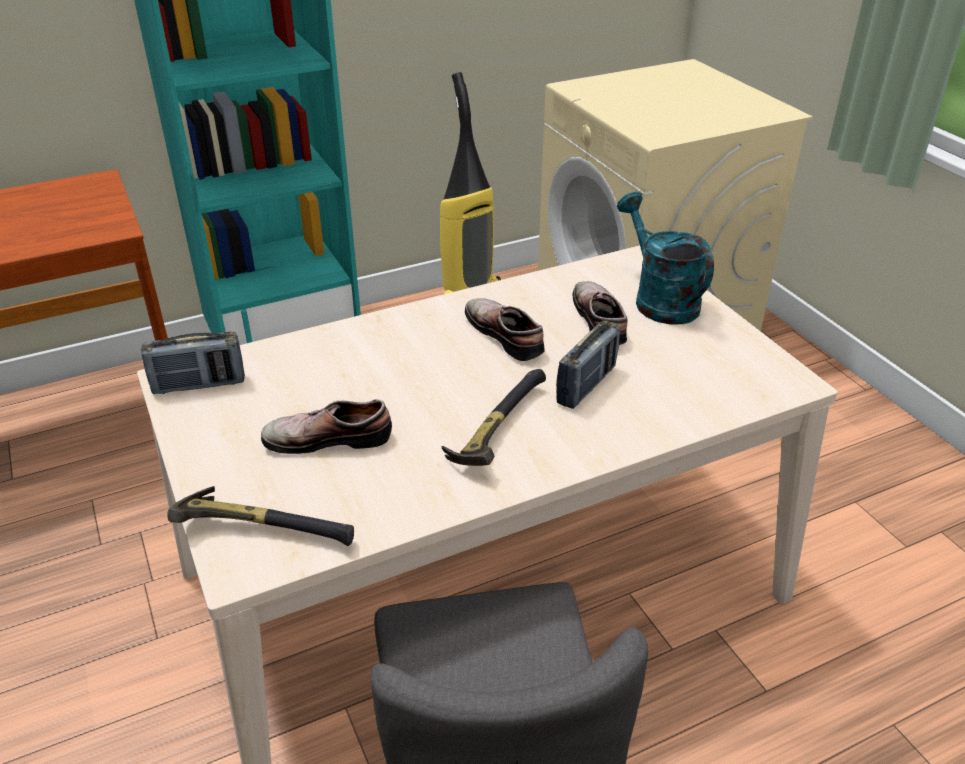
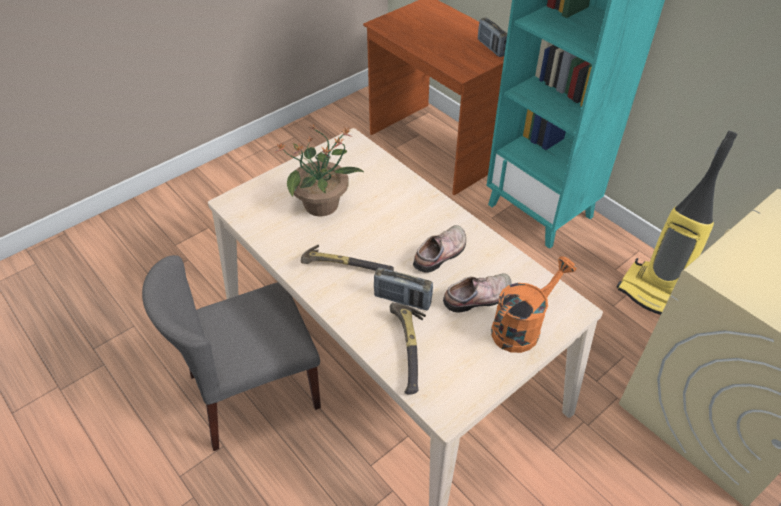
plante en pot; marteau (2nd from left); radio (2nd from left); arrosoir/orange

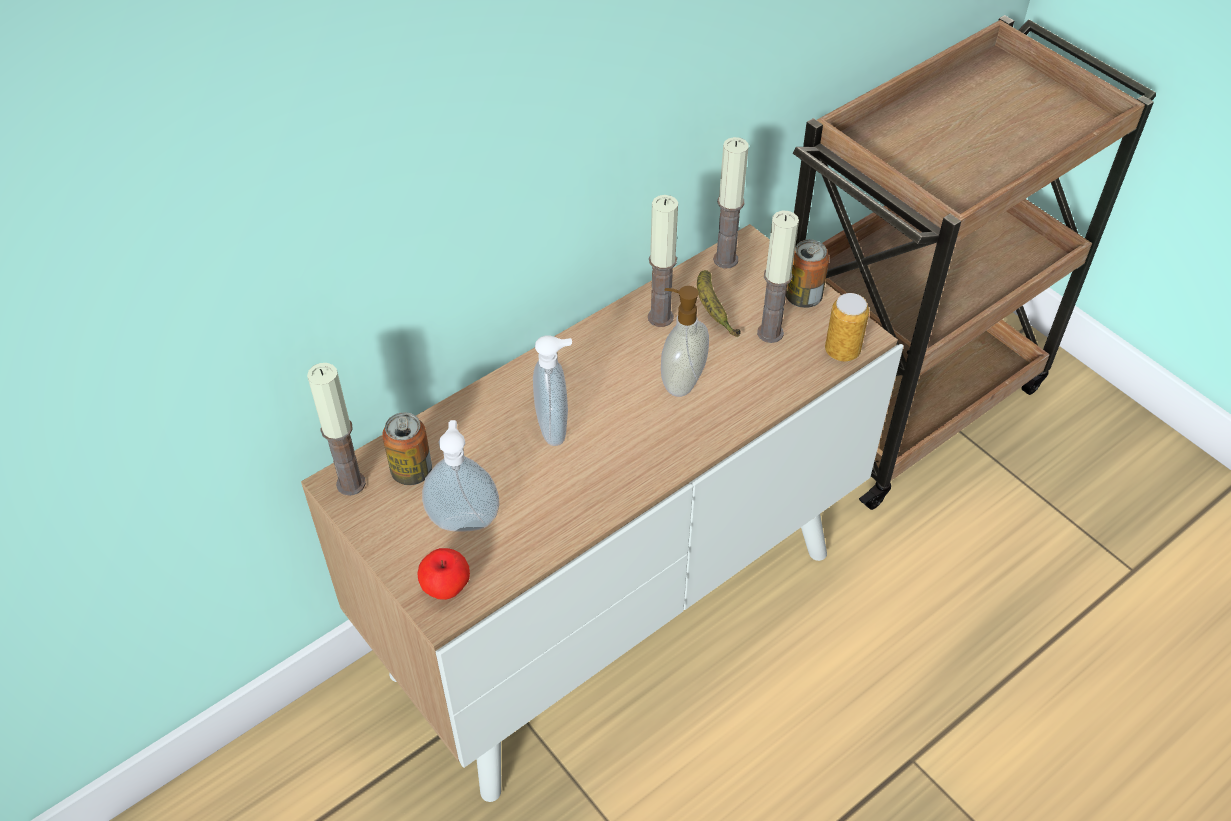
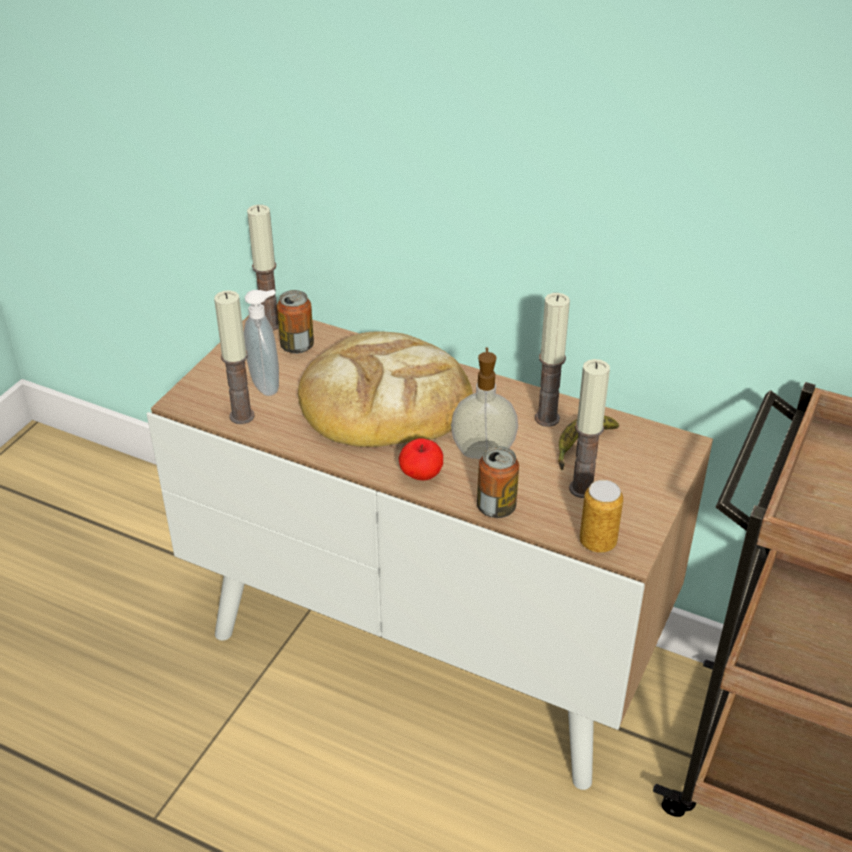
bougie (1st from left); pain; pomme; boîte métallique (2nd from left)

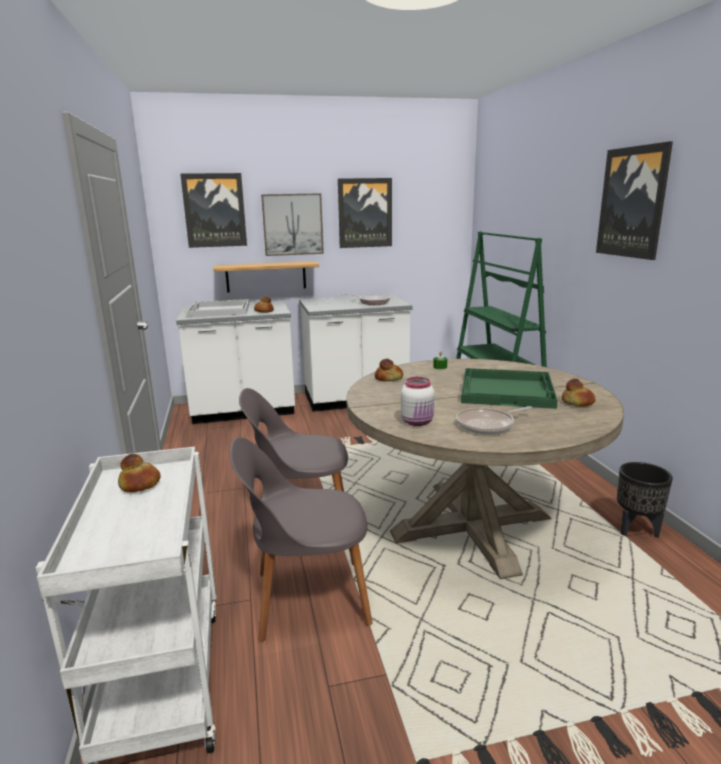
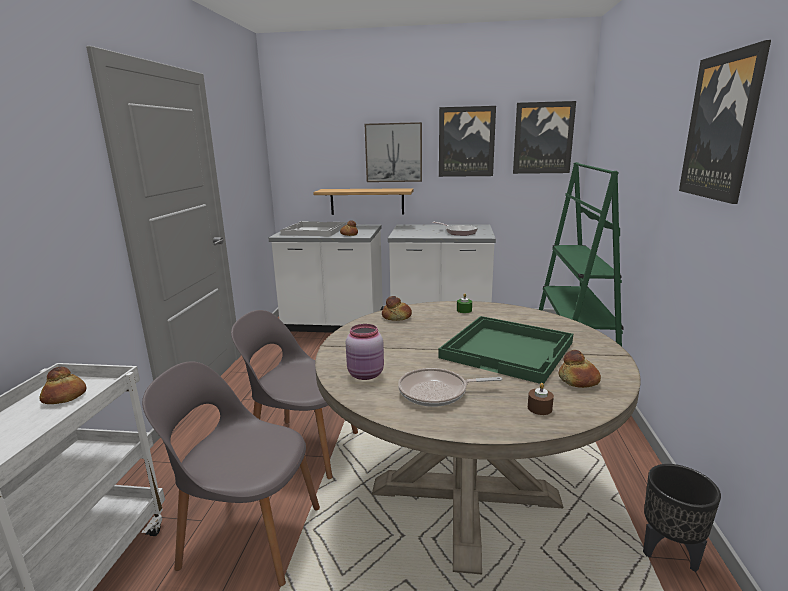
bocal/rose; tableau (3rd from left); bougie/marron

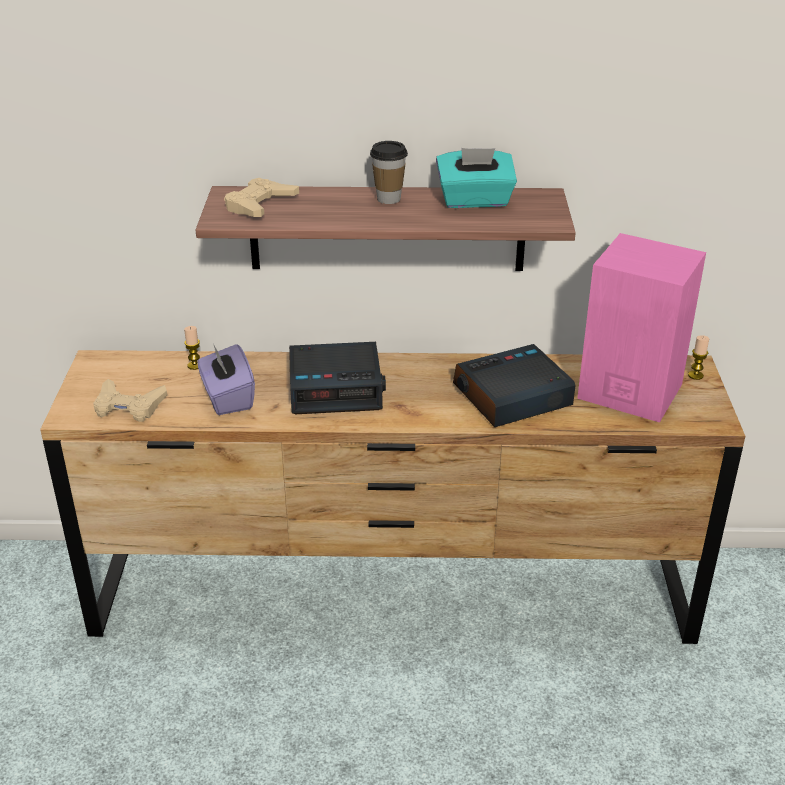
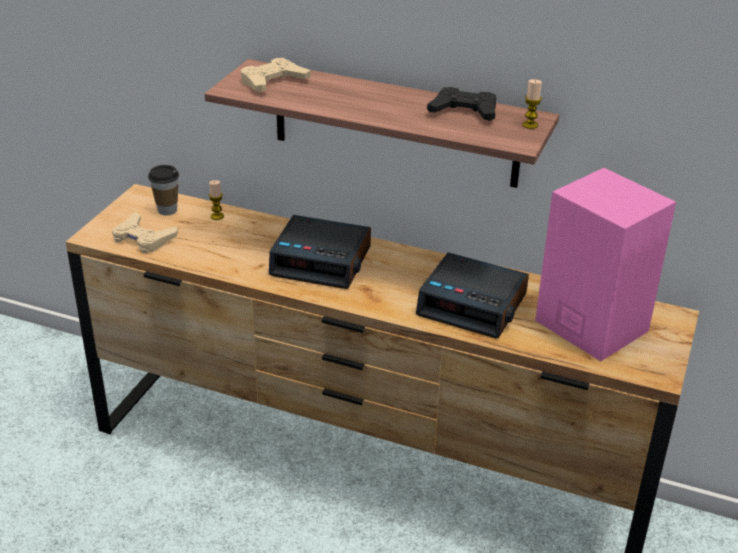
tasse; réveil (2nd from left); manette/noir; bougie (2nd from left); boîte à mouchoirs/violet

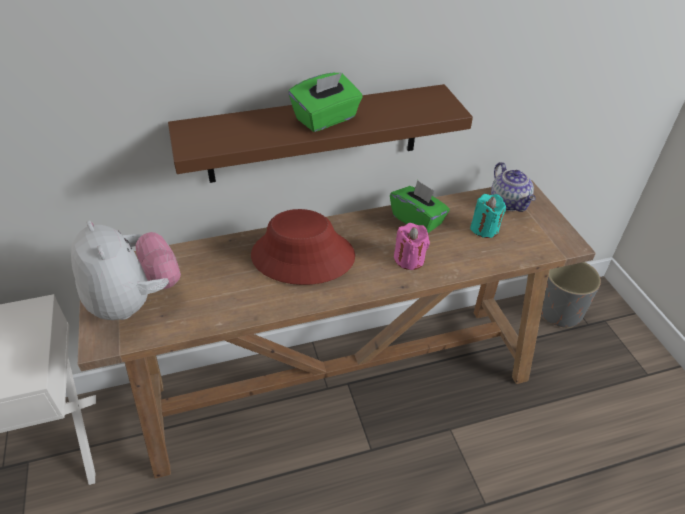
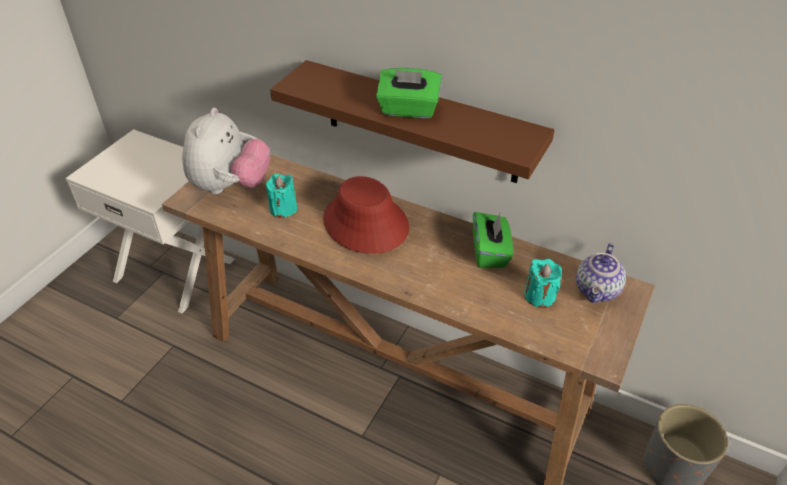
bougie/turquoise (1st from left); bougie/rose

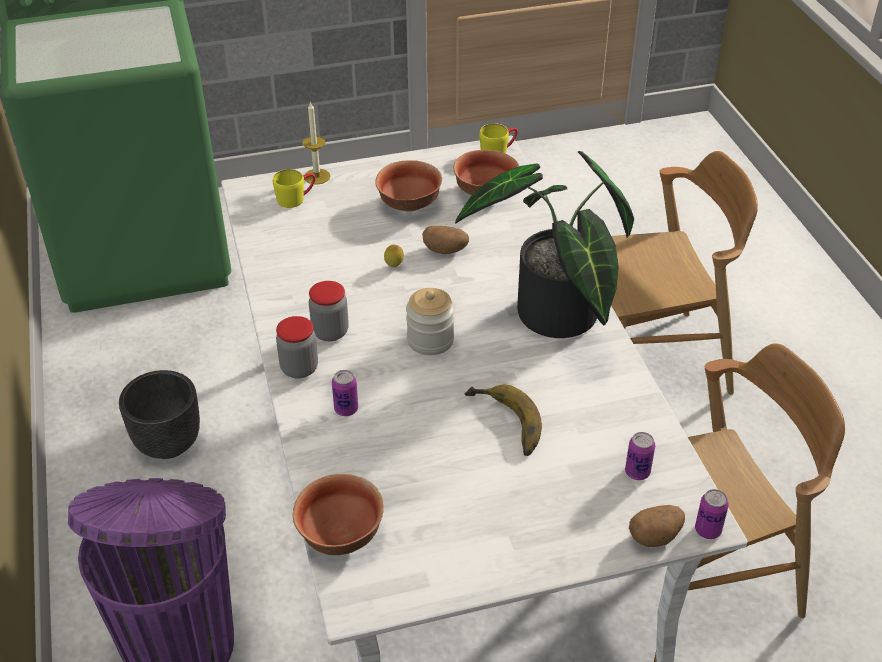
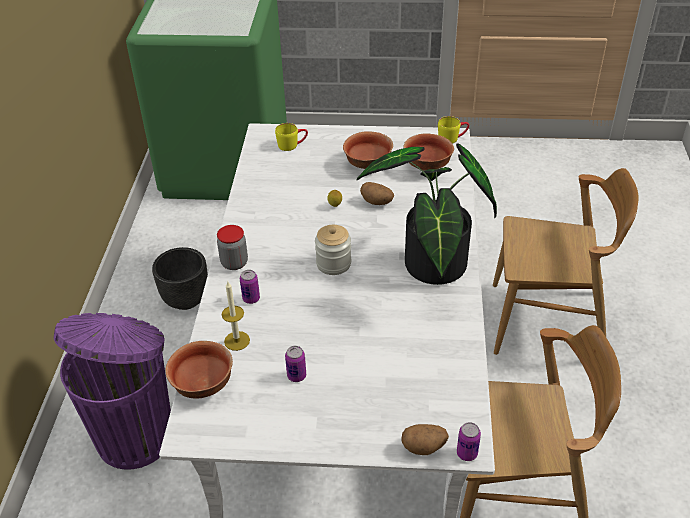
bougie; boîte métallique (2nd from left); bocal (2nd from left in the first image); banane

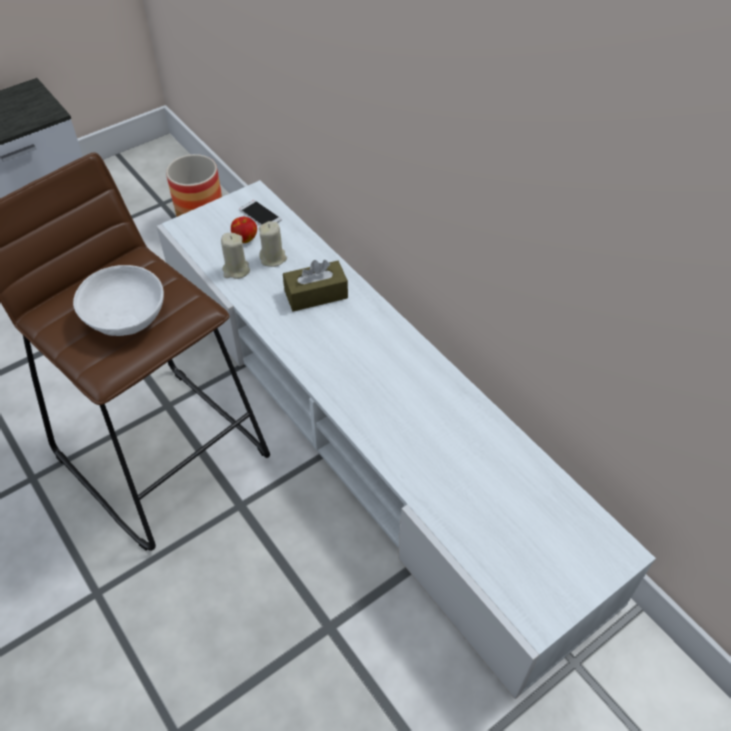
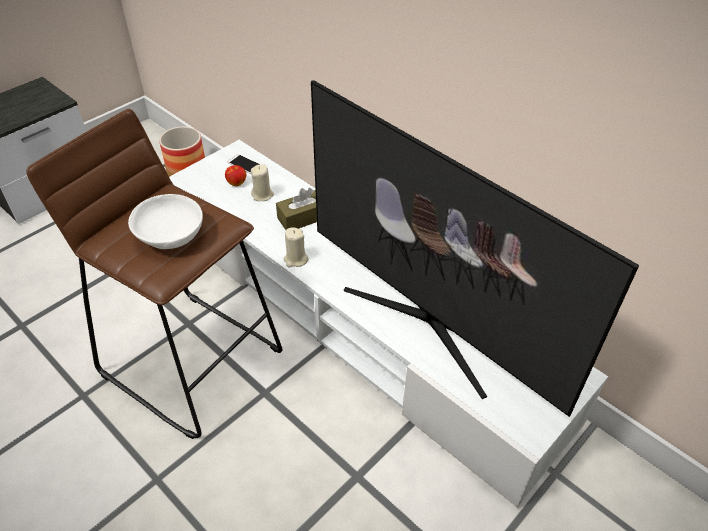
bougie/beige (2nd from left); téléviseur

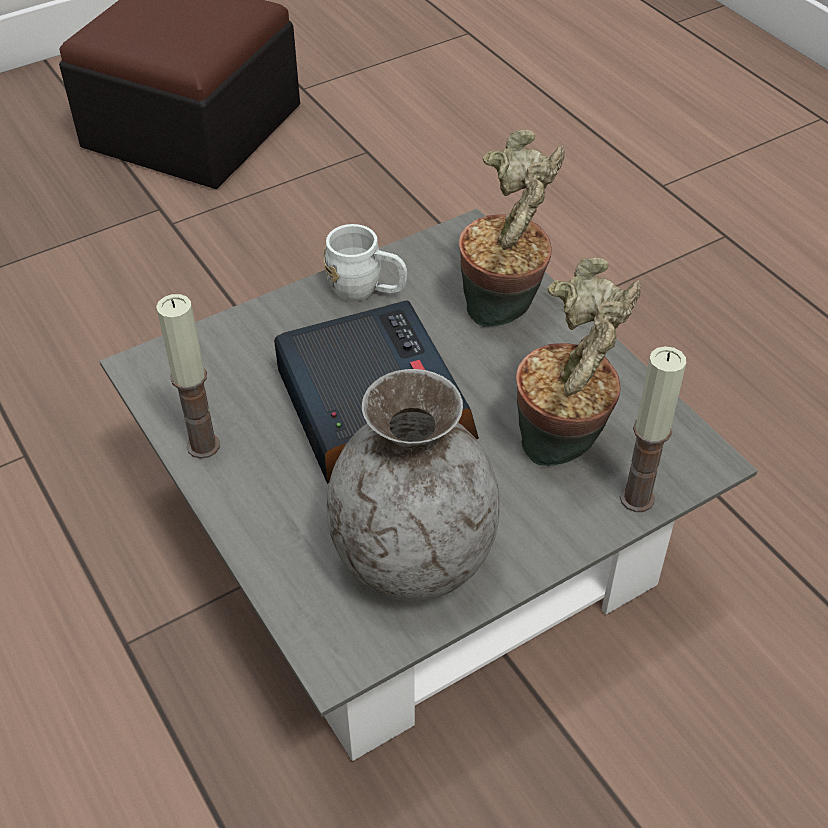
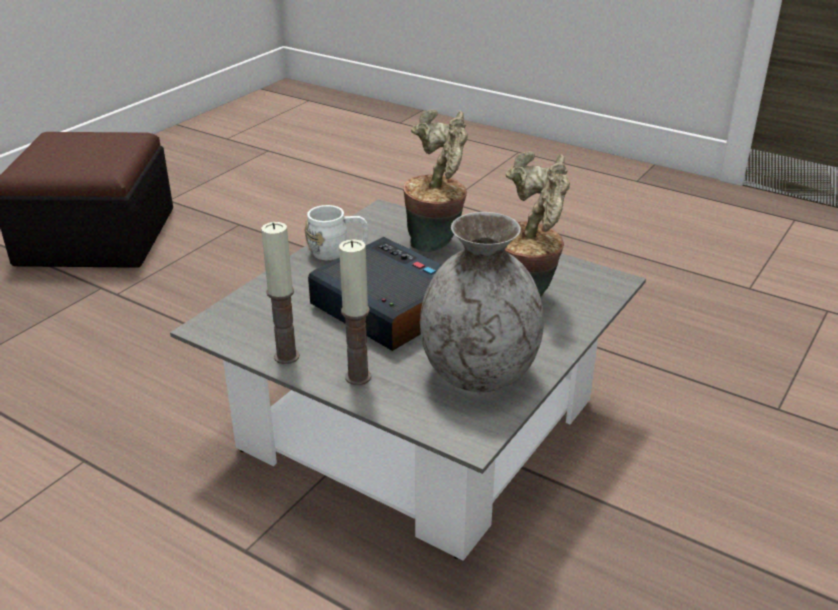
bougie (2nd from left)

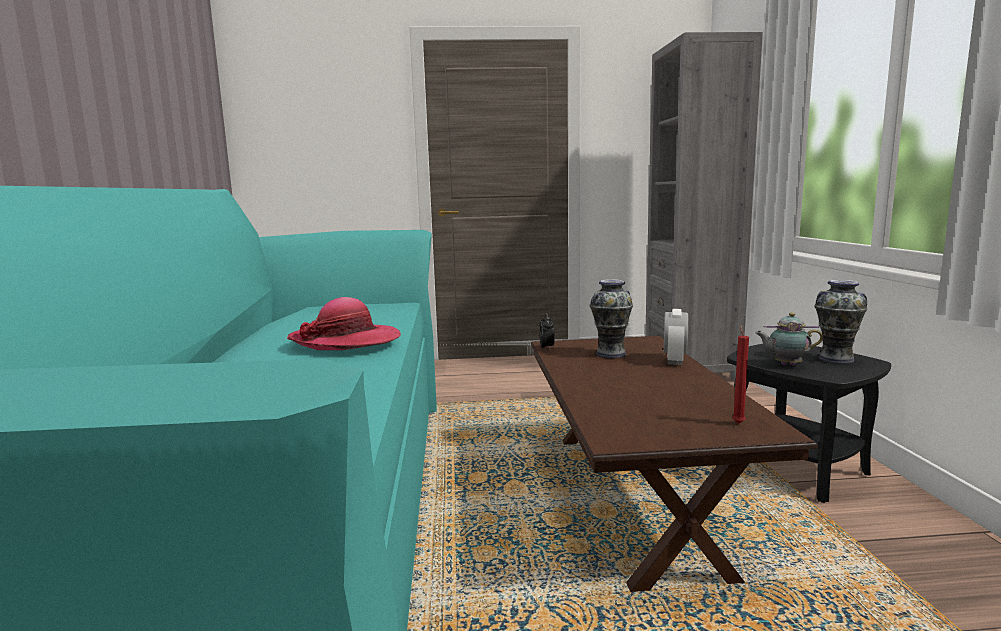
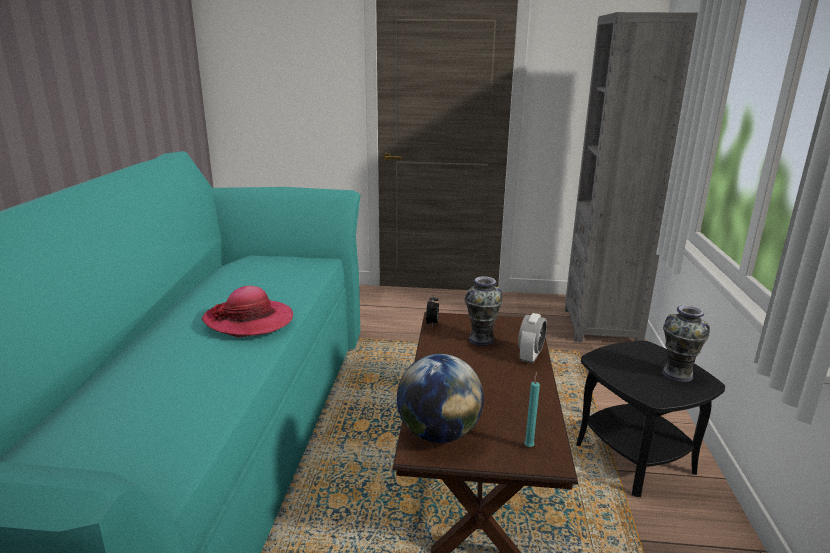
globe; bougie/turquoise; théière

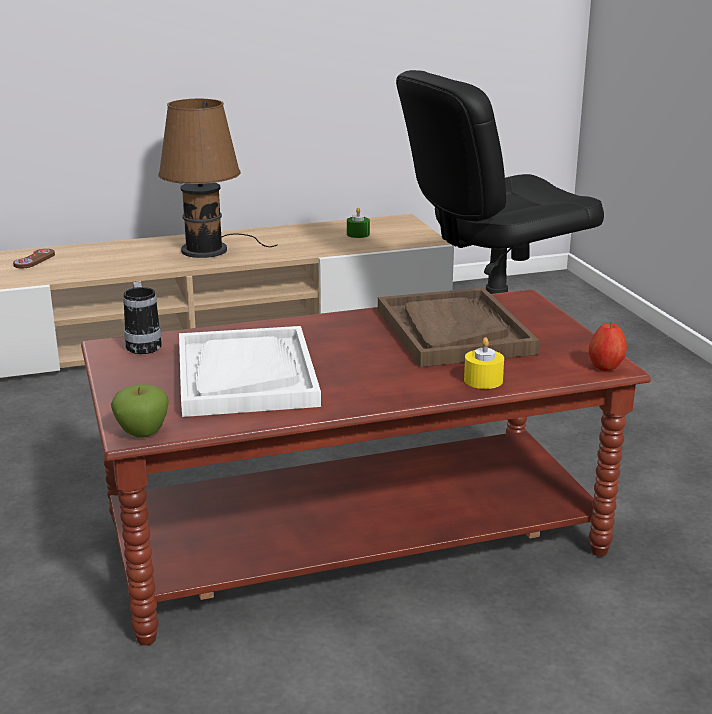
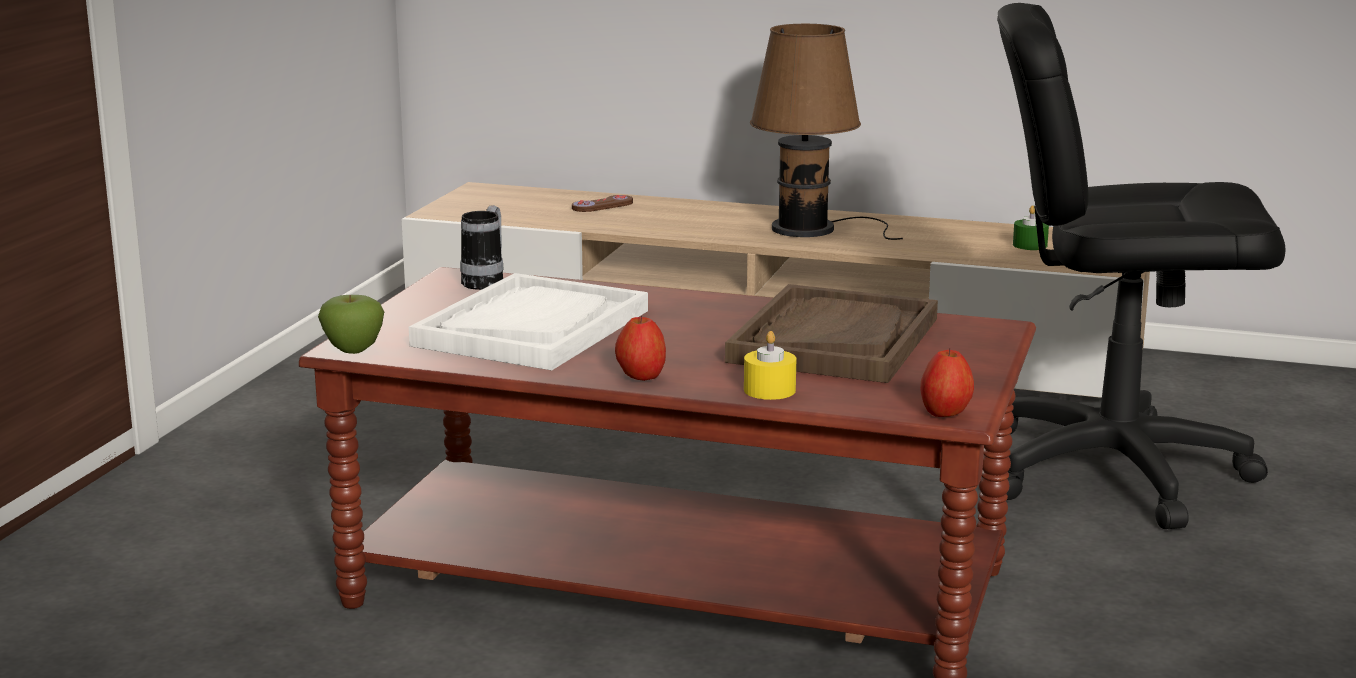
pomme (2nd from left)

